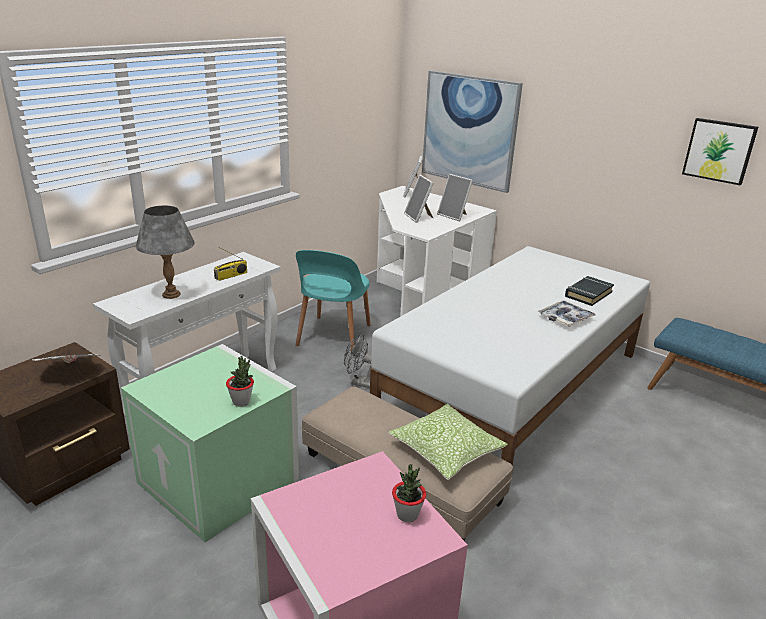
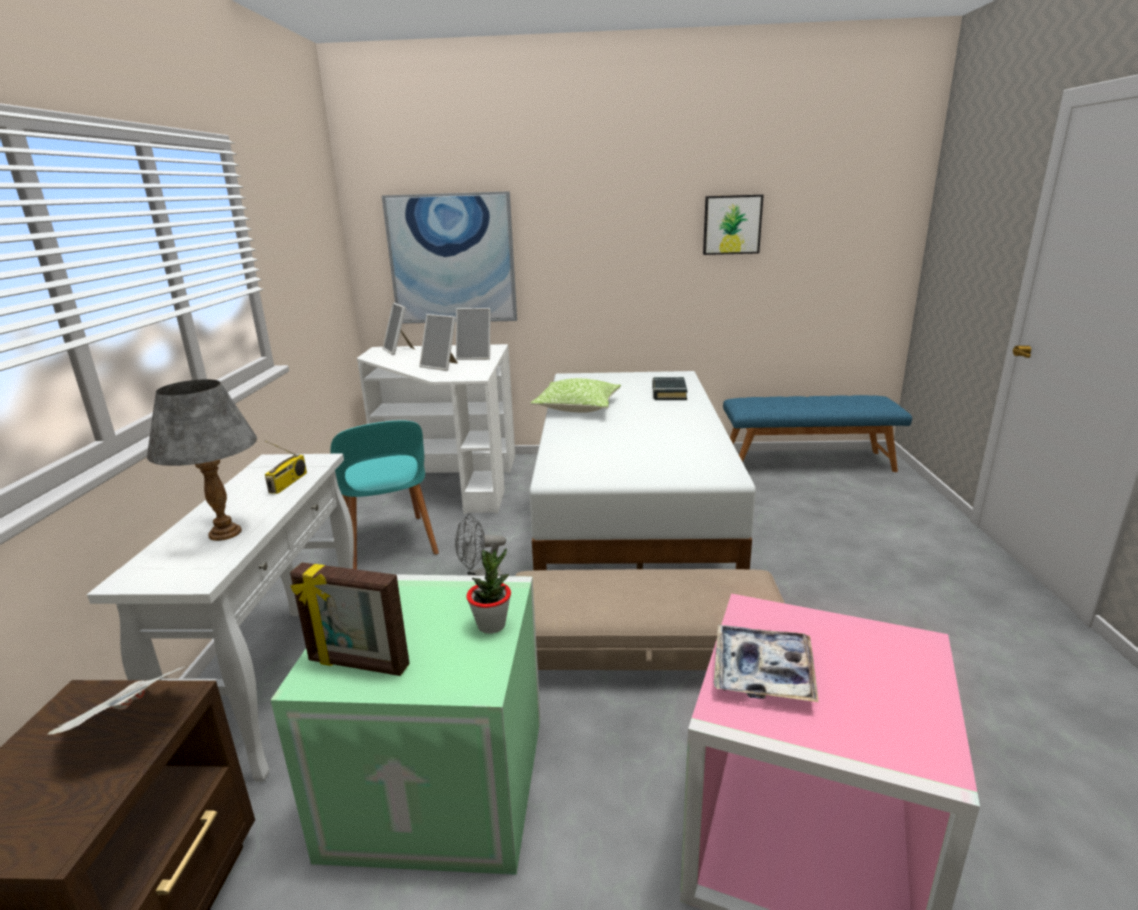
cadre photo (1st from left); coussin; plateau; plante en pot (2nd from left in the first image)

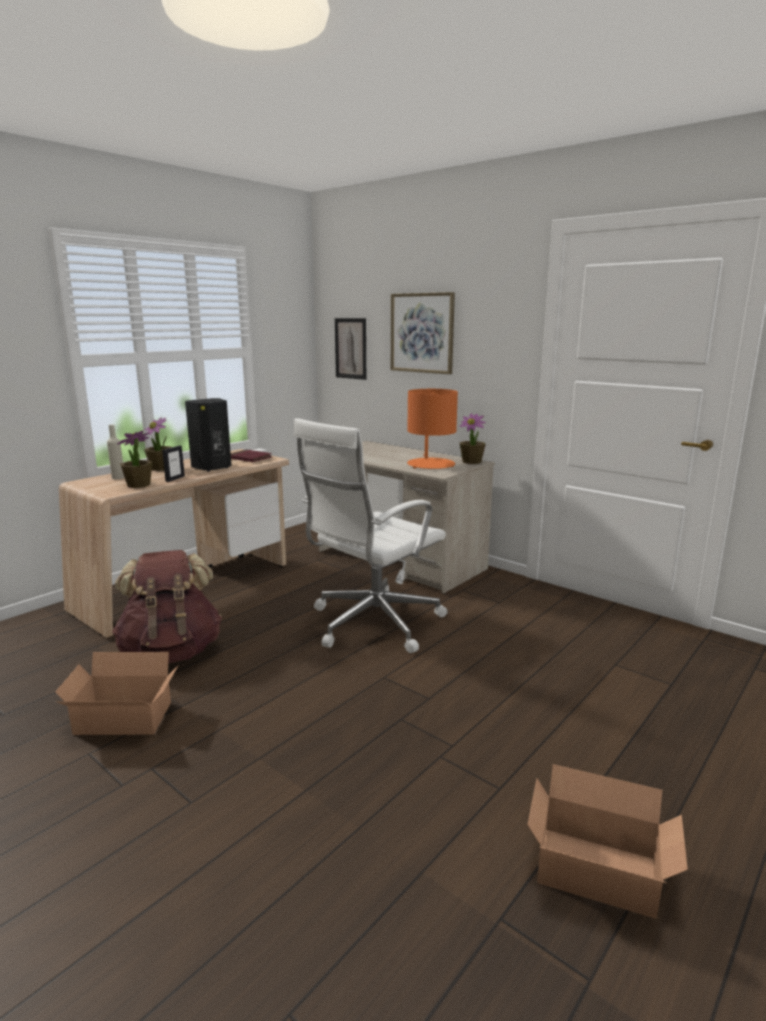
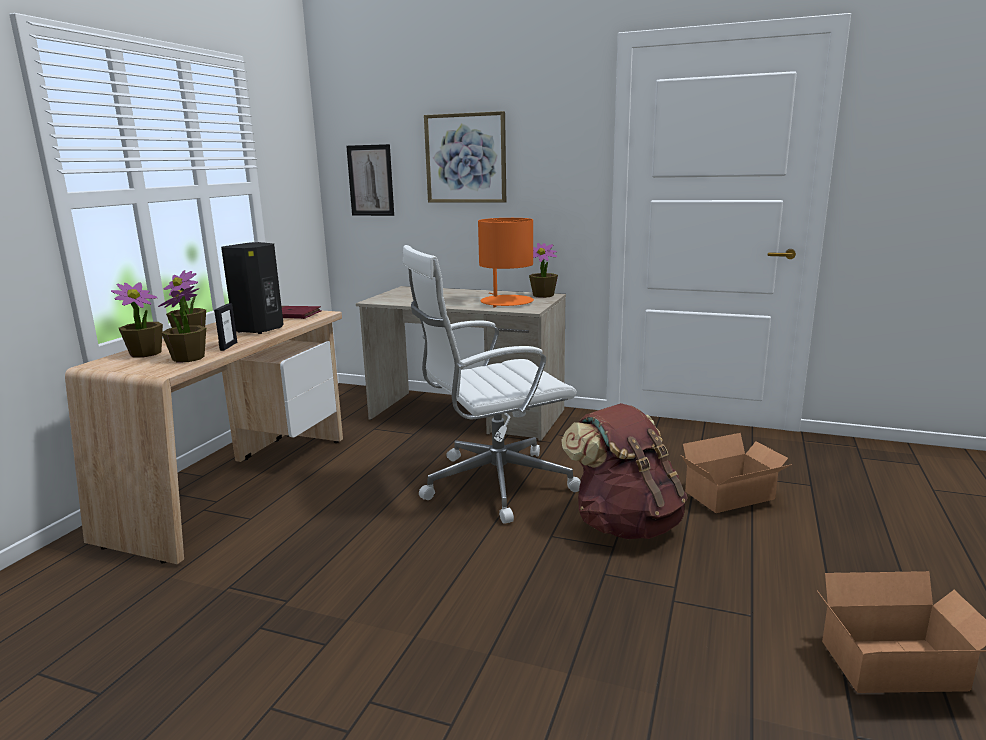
plante en pot (1st from left); chaise de bureau/blanc; sac à dos/marron; carton (1st from left)

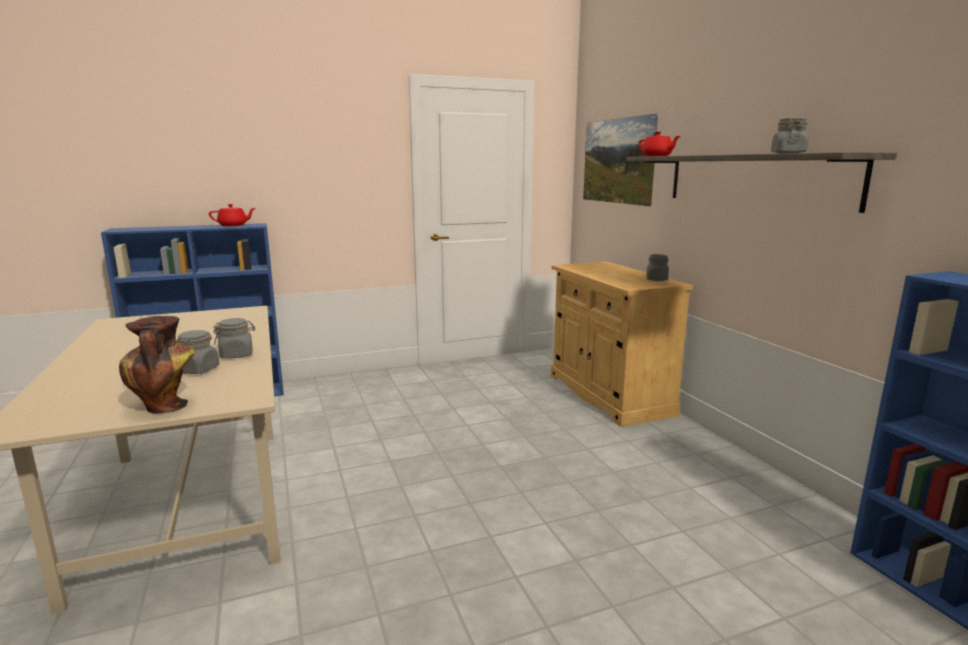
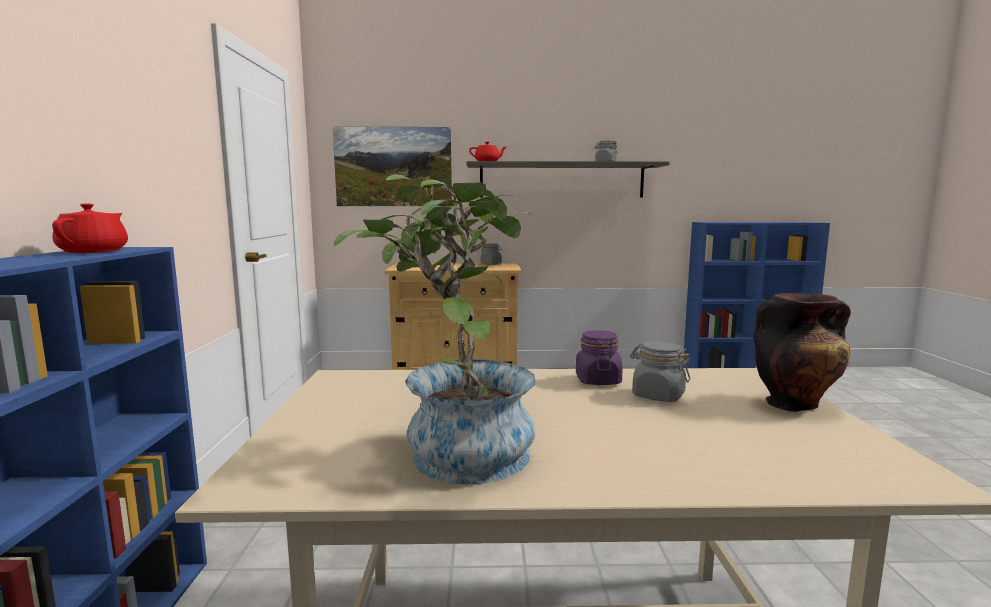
plante en pot; bocal/violet

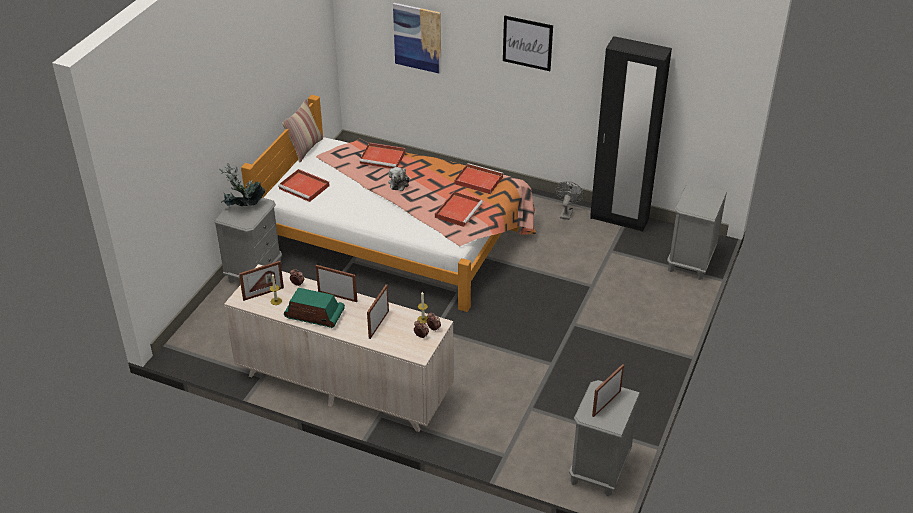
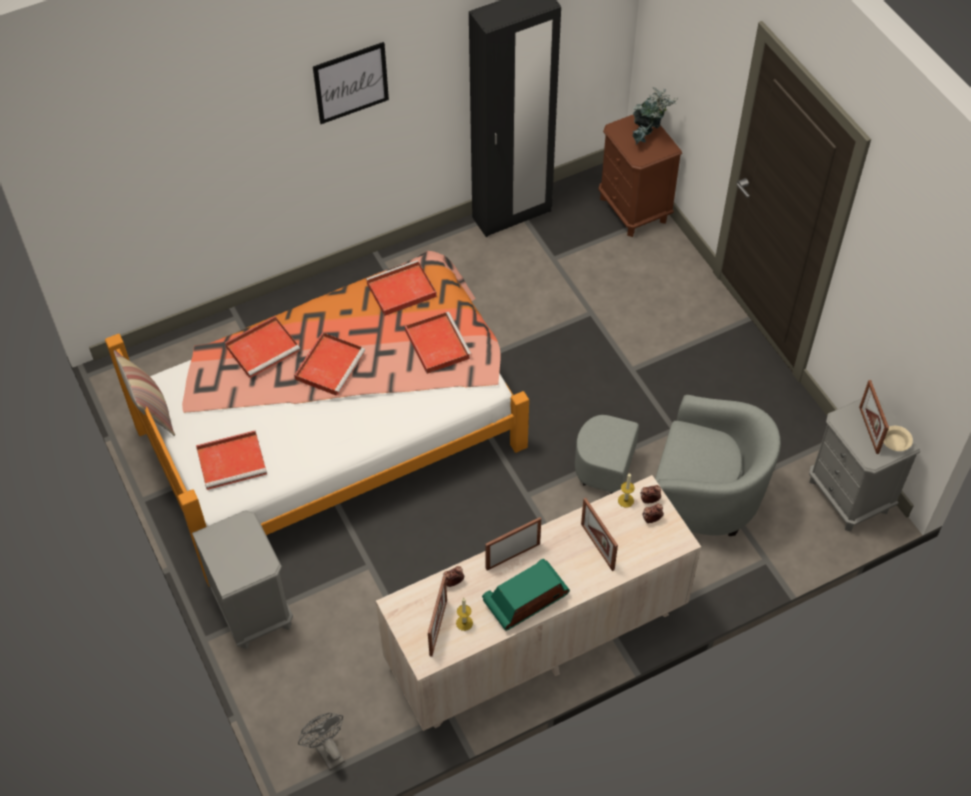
plateau/rouge (3rd from left); ventilateur/gris; fauteuil/gris; table de chevet/marron; plante en pot; bol/beige; tableau (1st from left in the first image)

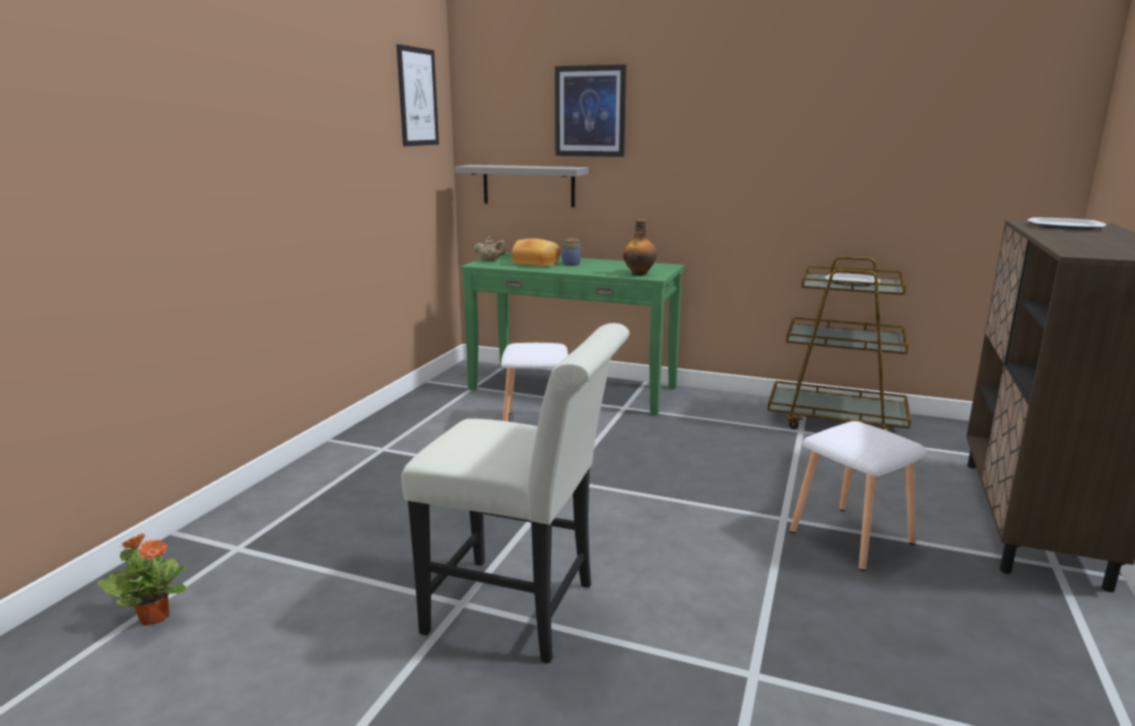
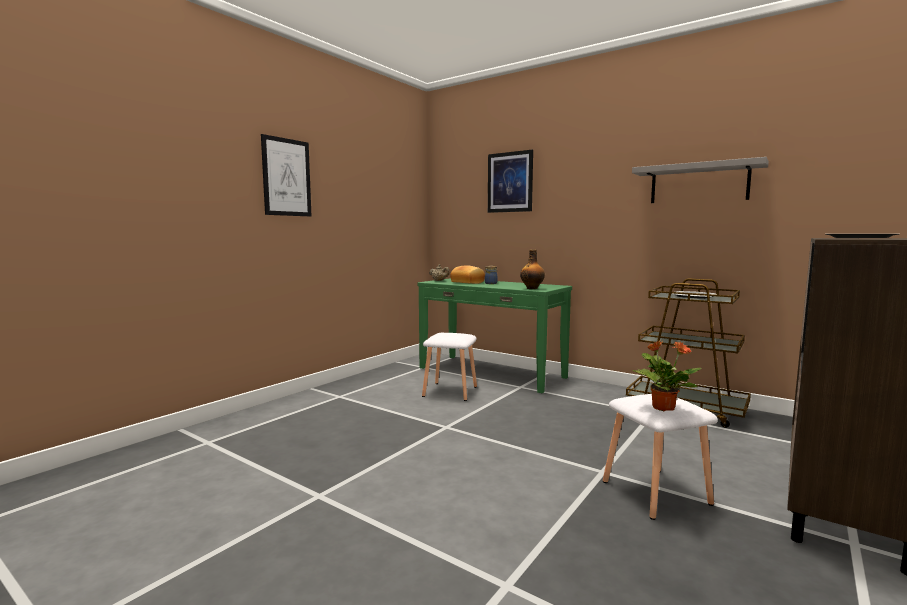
tableau (1st from left); étagère/gris; plante en pot; chaise/blanc

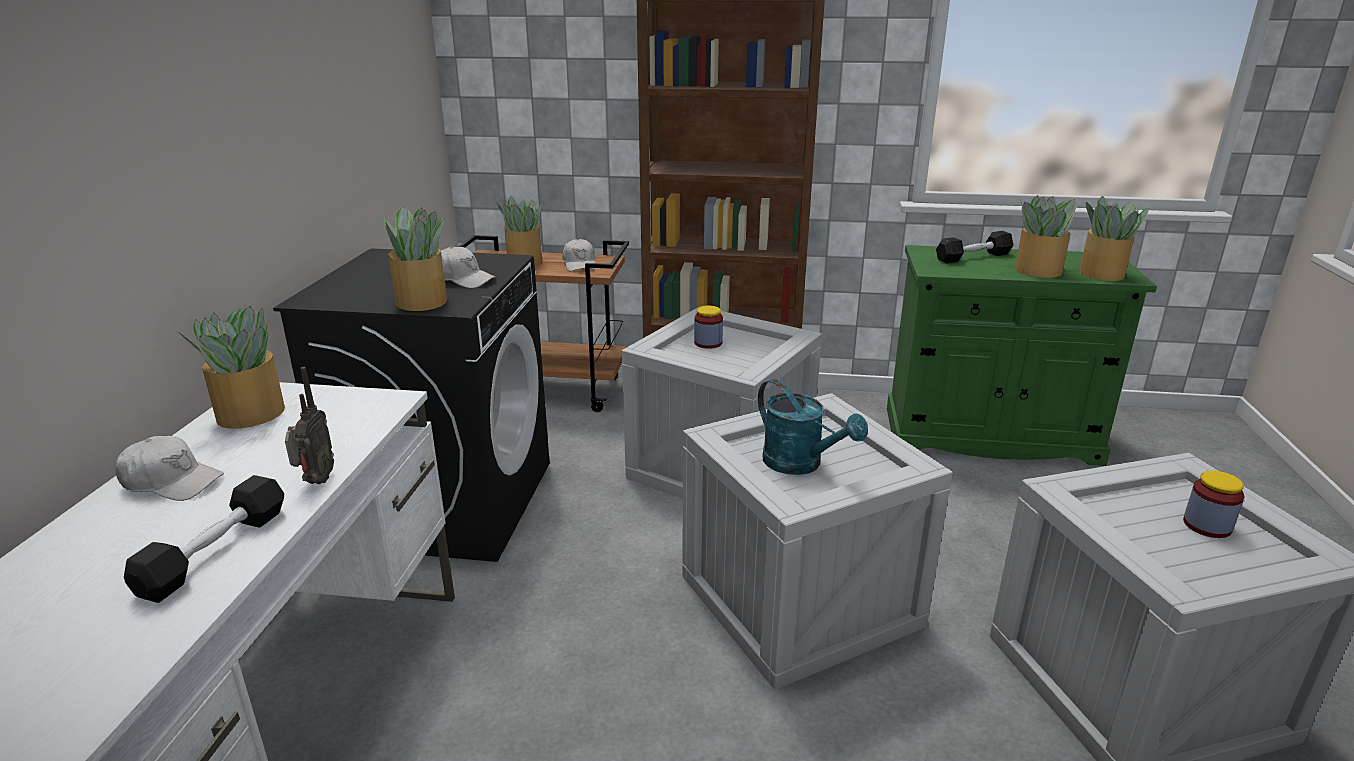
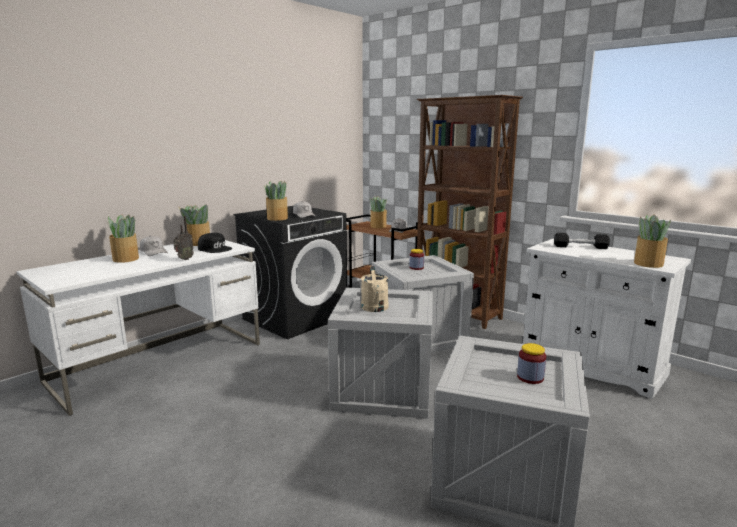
plante en pot (1st from left); casquette/noir; arrosoir/beige; meuble de rangement/blanc; haltère/noir (1st from left in the first image)

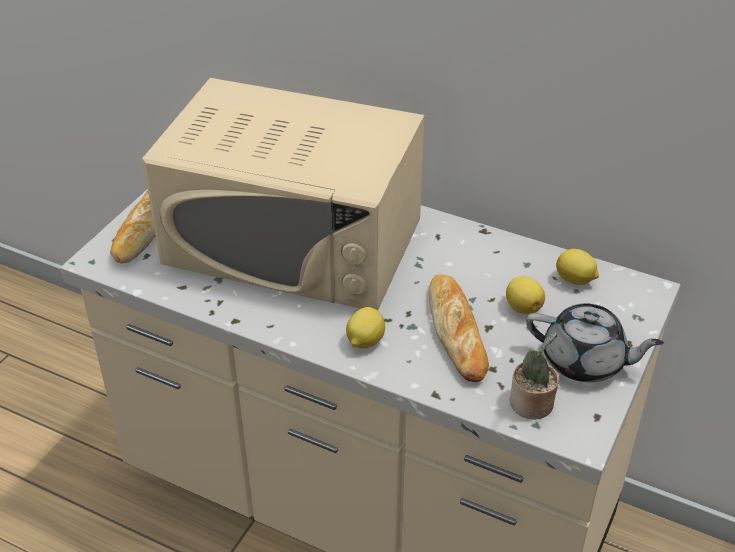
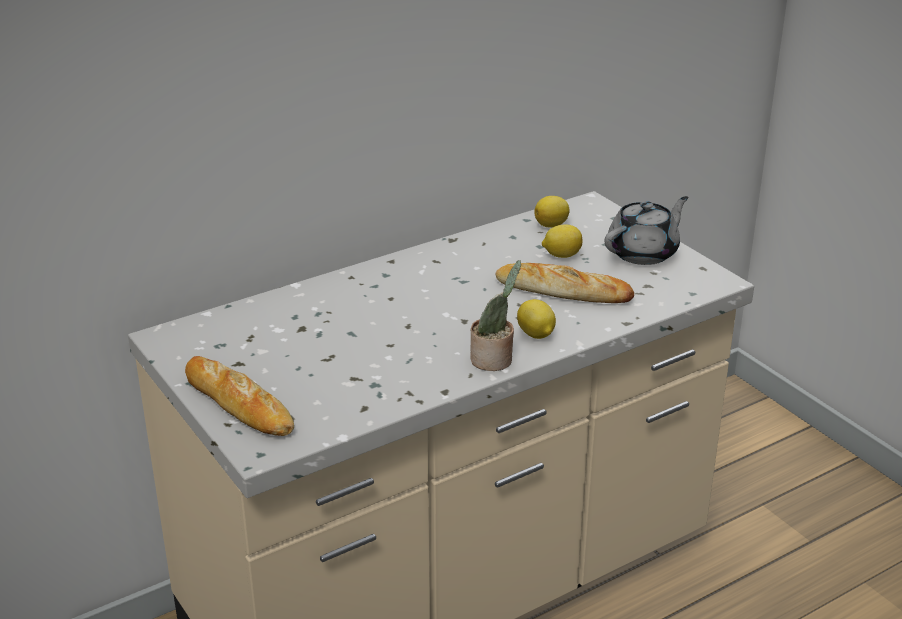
plante en pot; micro-ondes/beige

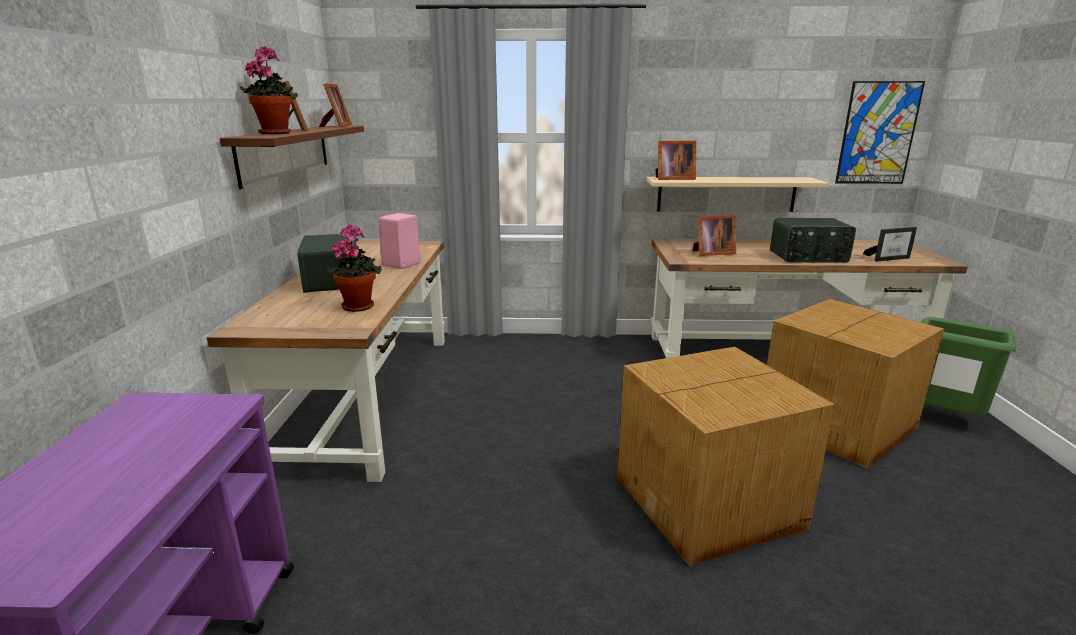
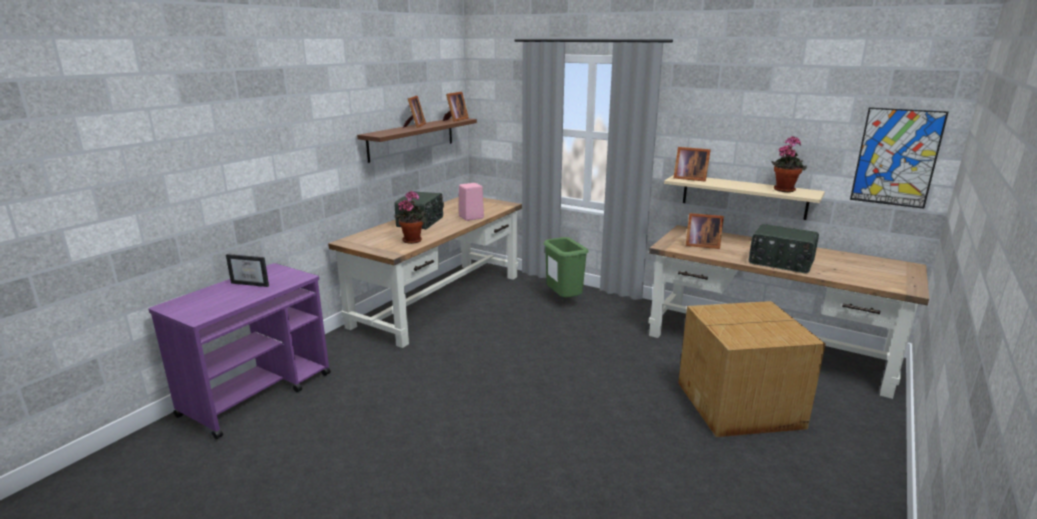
cadre photo (1st from left); poubelle/vert; plante en pot (2nd from left); carton (1st from left in the first image)

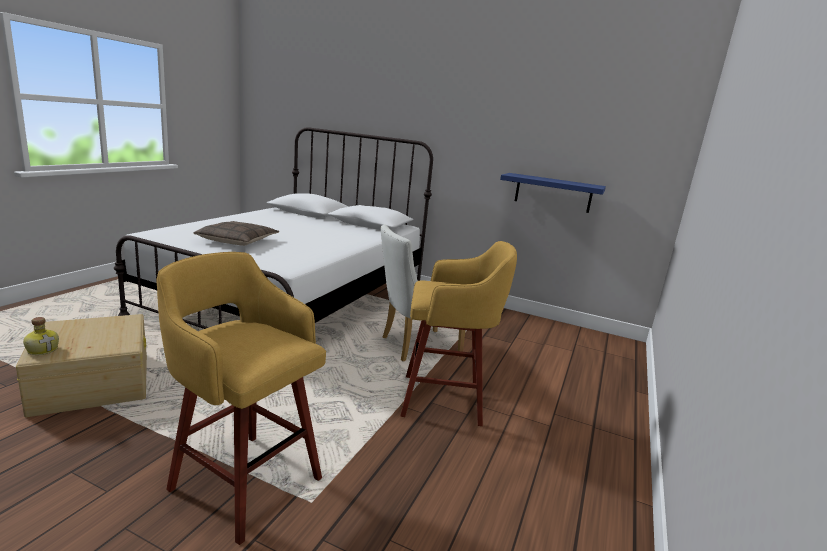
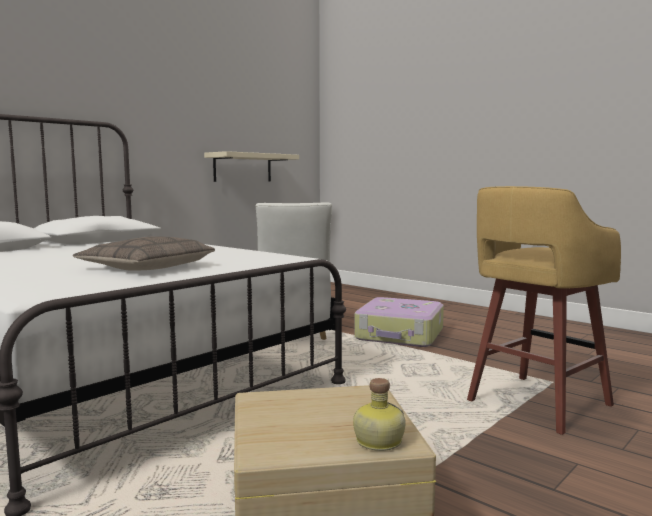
étagère/beige; valise

